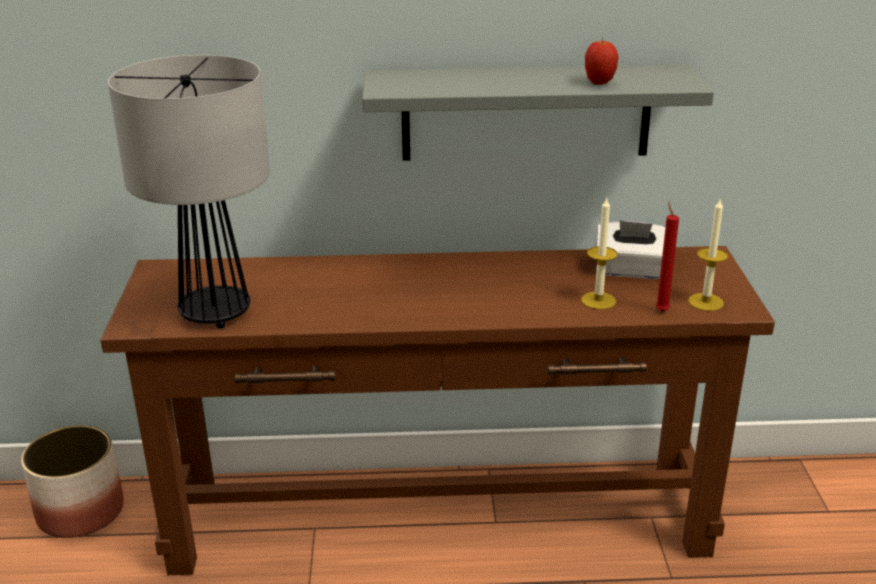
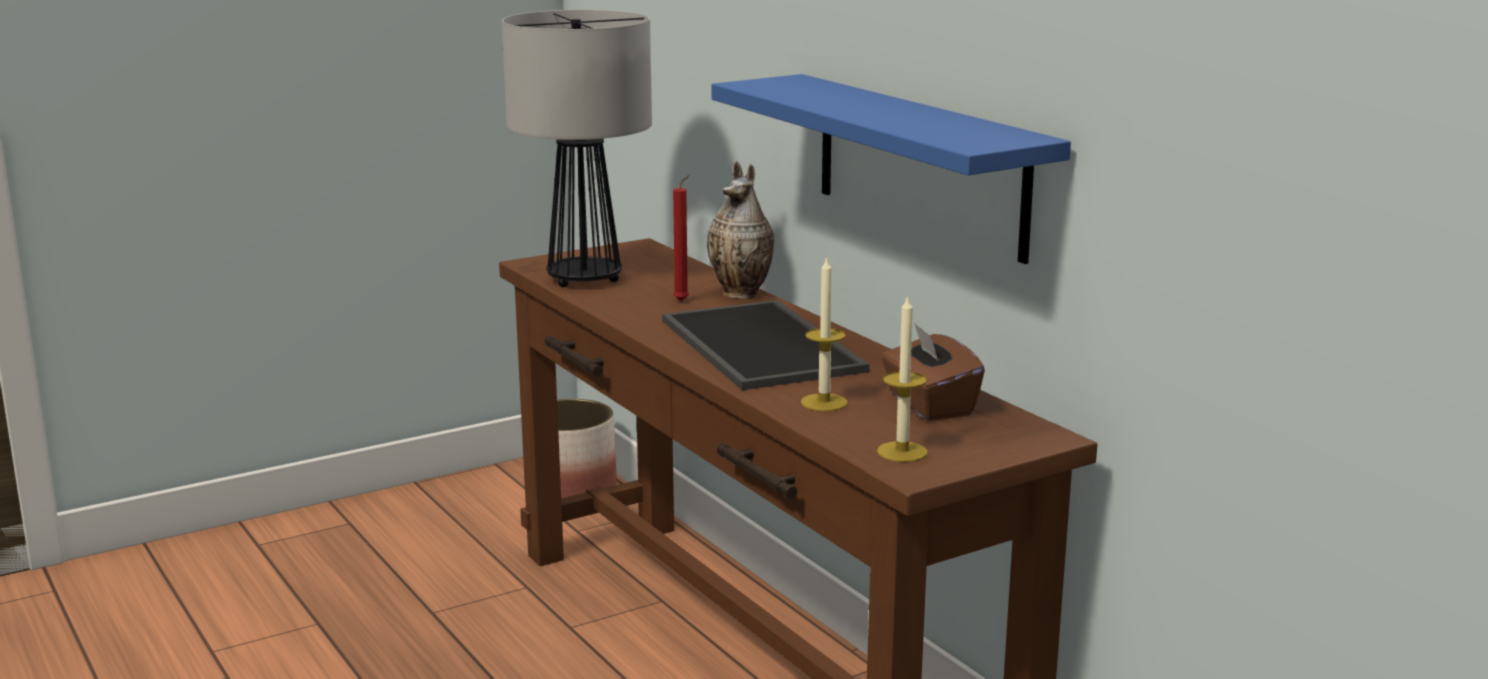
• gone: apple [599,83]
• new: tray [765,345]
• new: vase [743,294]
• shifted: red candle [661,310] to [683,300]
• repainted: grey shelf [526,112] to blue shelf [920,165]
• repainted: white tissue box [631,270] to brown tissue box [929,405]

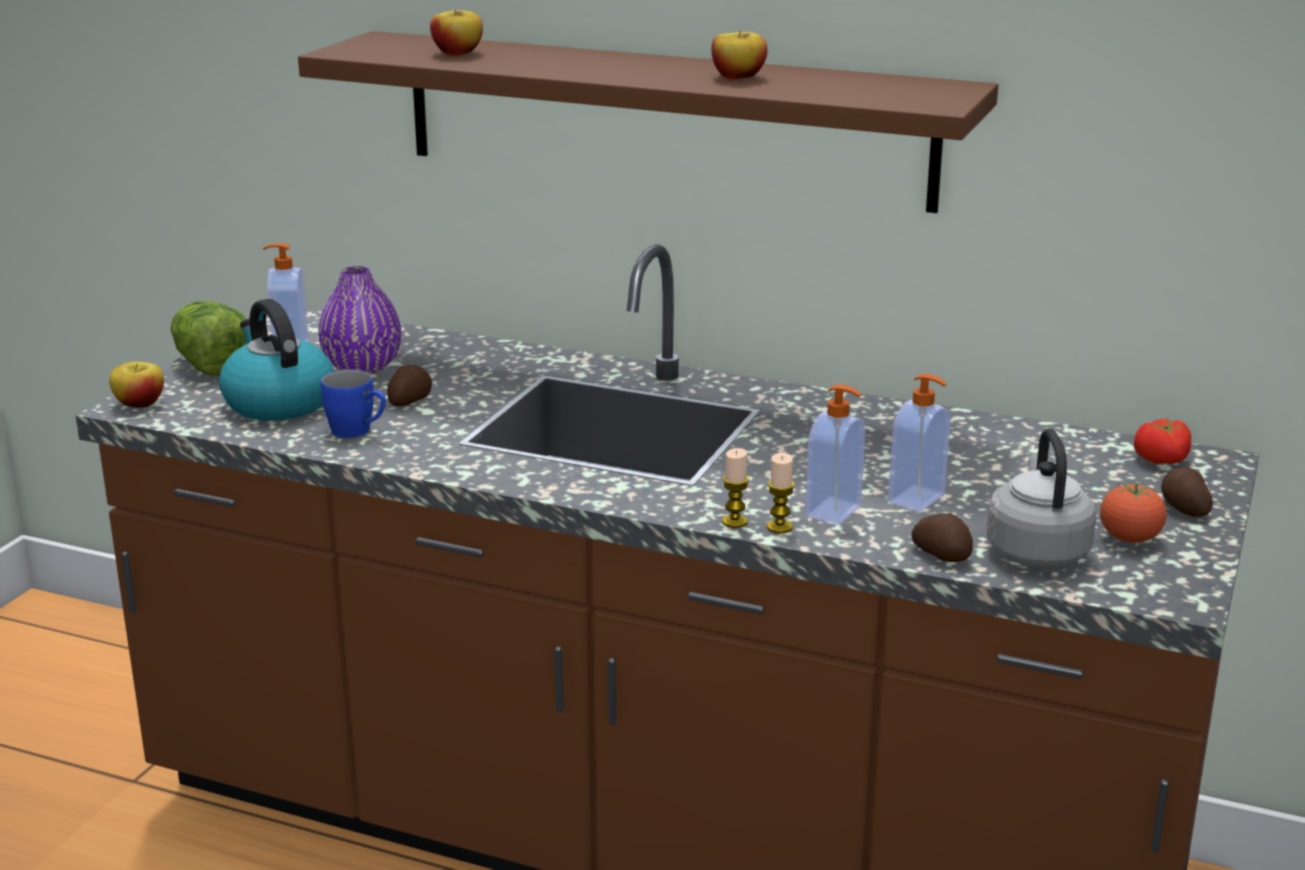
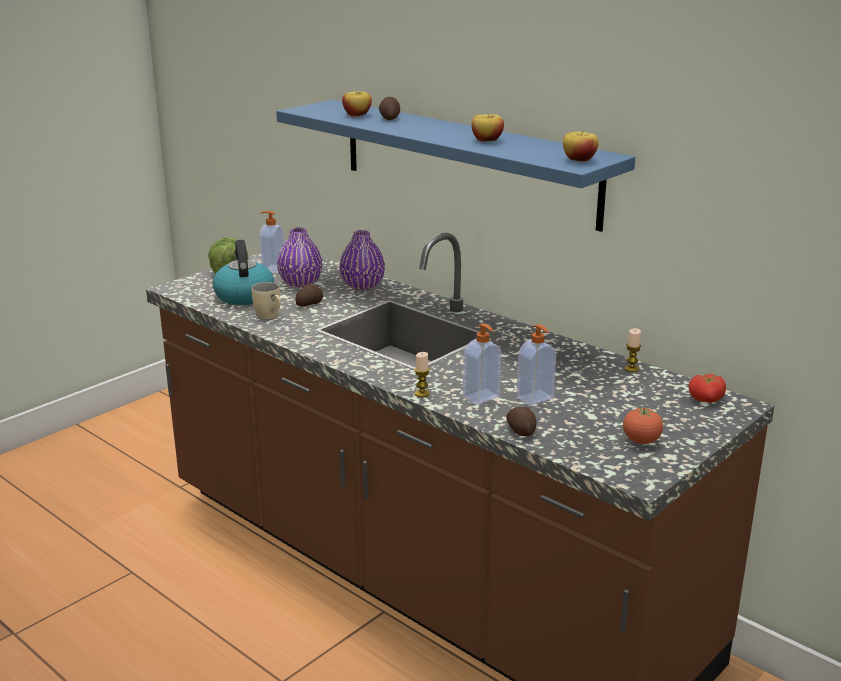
• gone: grey kettle [1036,550]
• new: purple vase [362,286]
• shifted: apple [140,404] to [579,160]
• shifted: candle [779,527] to [631,369]
• shifted: potato [1183,508] to [389,118]
• repainted: brown shelf [663,119] to blue shelf [466,161]
• repainted: blue mug [358,432] to beige mug [270,316]

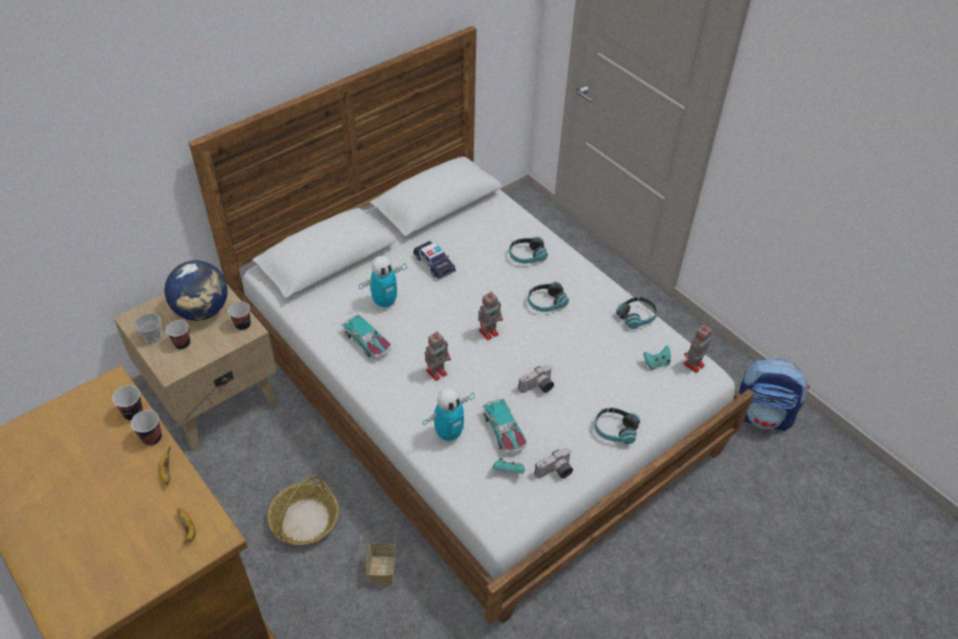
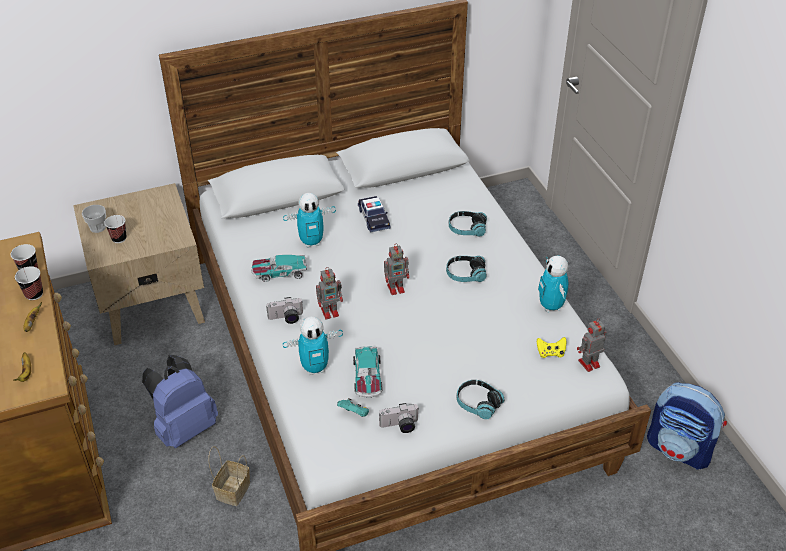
• gone: globe [202,311]
• gone: cup [242,325]
• shifted: photo camera [537,388] to [286,318]
• swapped: basket [305,519] to blue backpack [184,427]
• swapped: headphones [636,316] to toy robot [551,306]
• repainted: turquoise game controller [656,363] to yellow game controller [550,353]
• rotated: toy car [367,342] = [279,272] 105 degrees clockwise

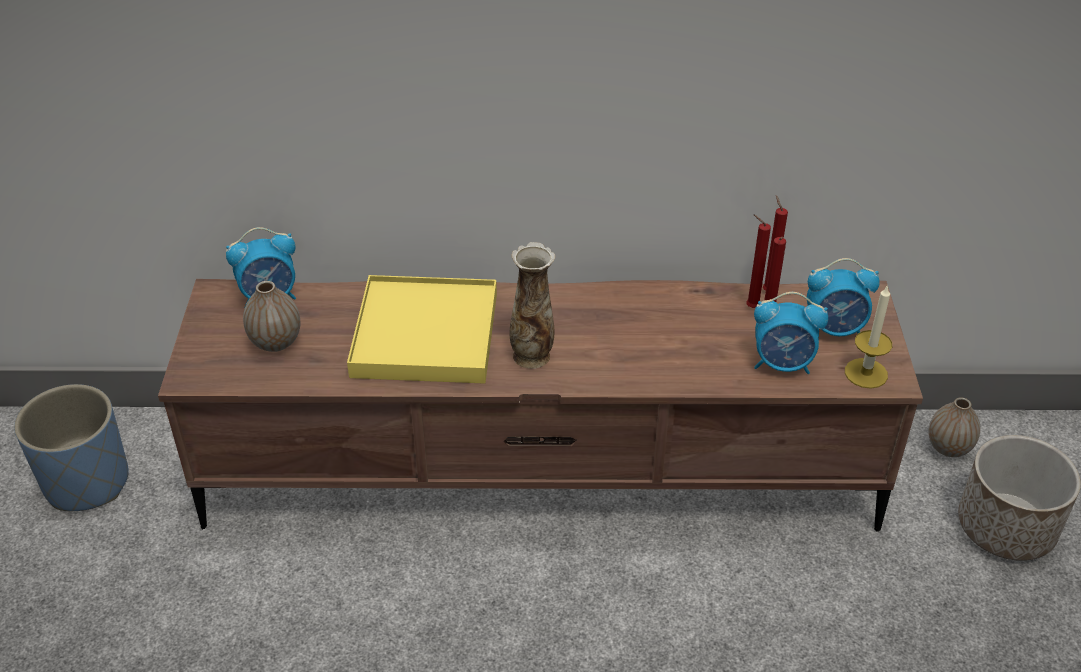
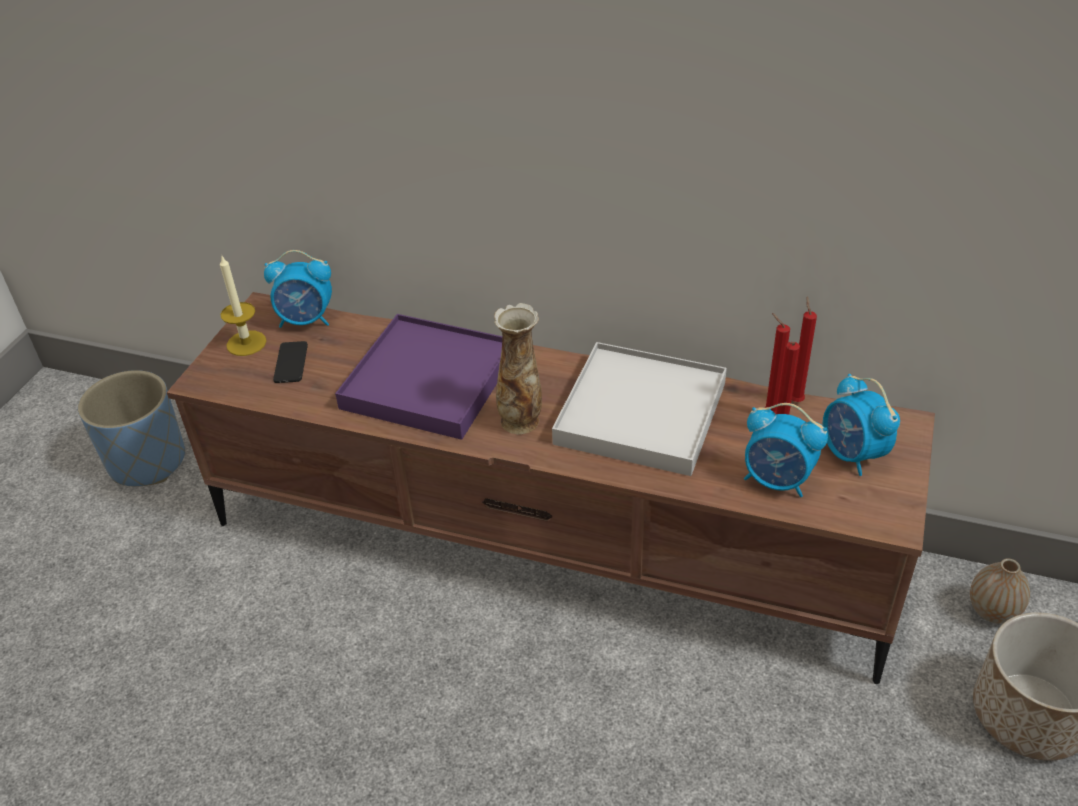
• new: white tray [640,413]
• shifted: candle [866,373] to [246,343]
• swapped: vase [276,342] to phone [291,363]
• repainted: yellow tray [425,334] to purple tray [428,381]
• rotated: alarm clock [835,329] = [852,455] 45 degrees clockwise

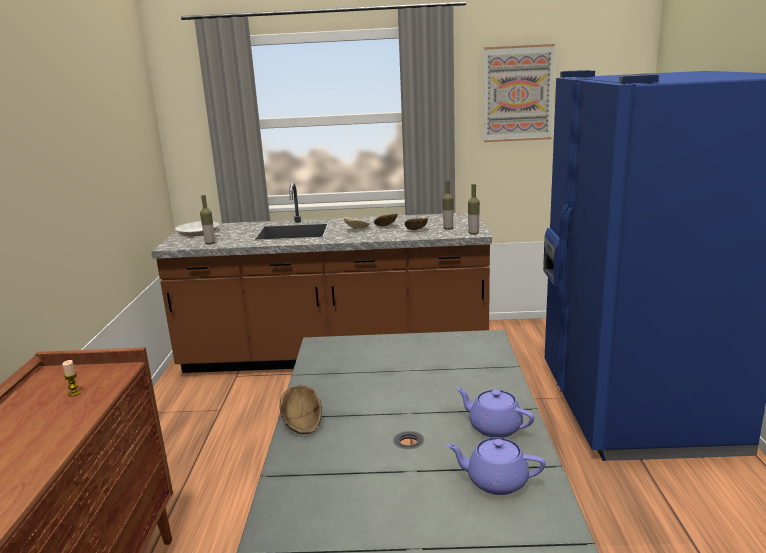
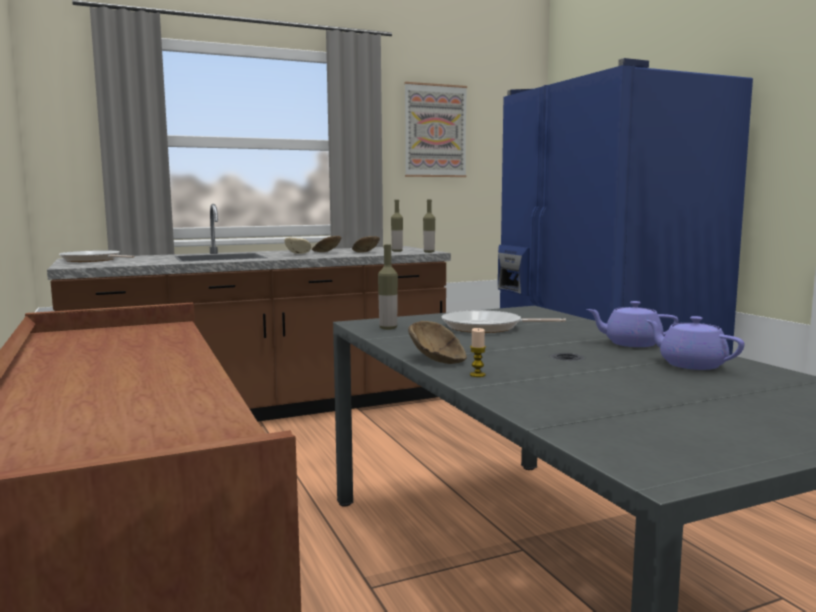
• new: frying pan [487,327]
• shifted: candle [74,393] to [477,375]
• shifted: bottle [210,243] to [388,328]
• rotated: purple teapot [495,481] = [691,364] 60 degrees clockwise

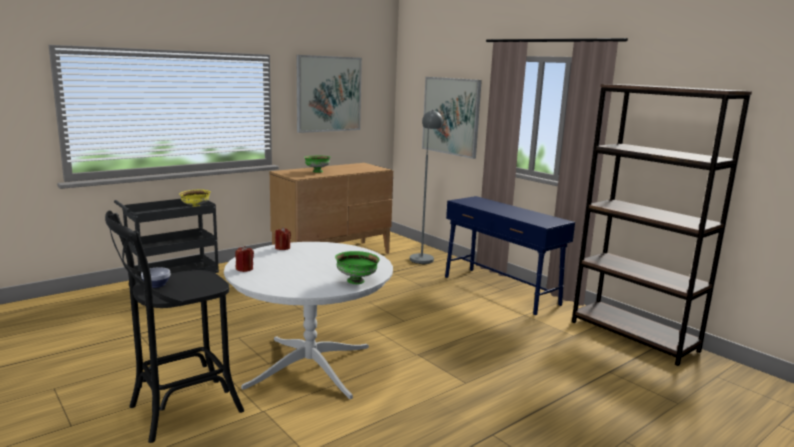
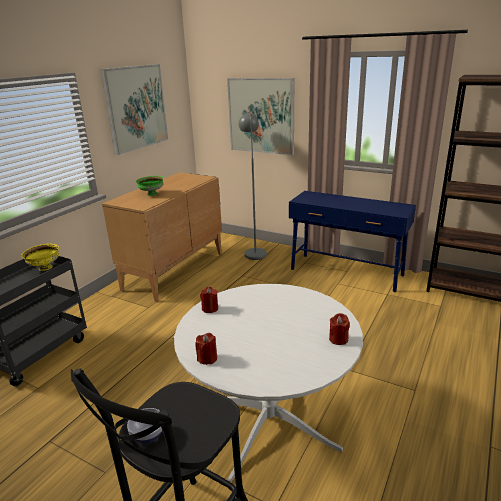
• swapped: green bowl [356,281] to red candle [338,339]

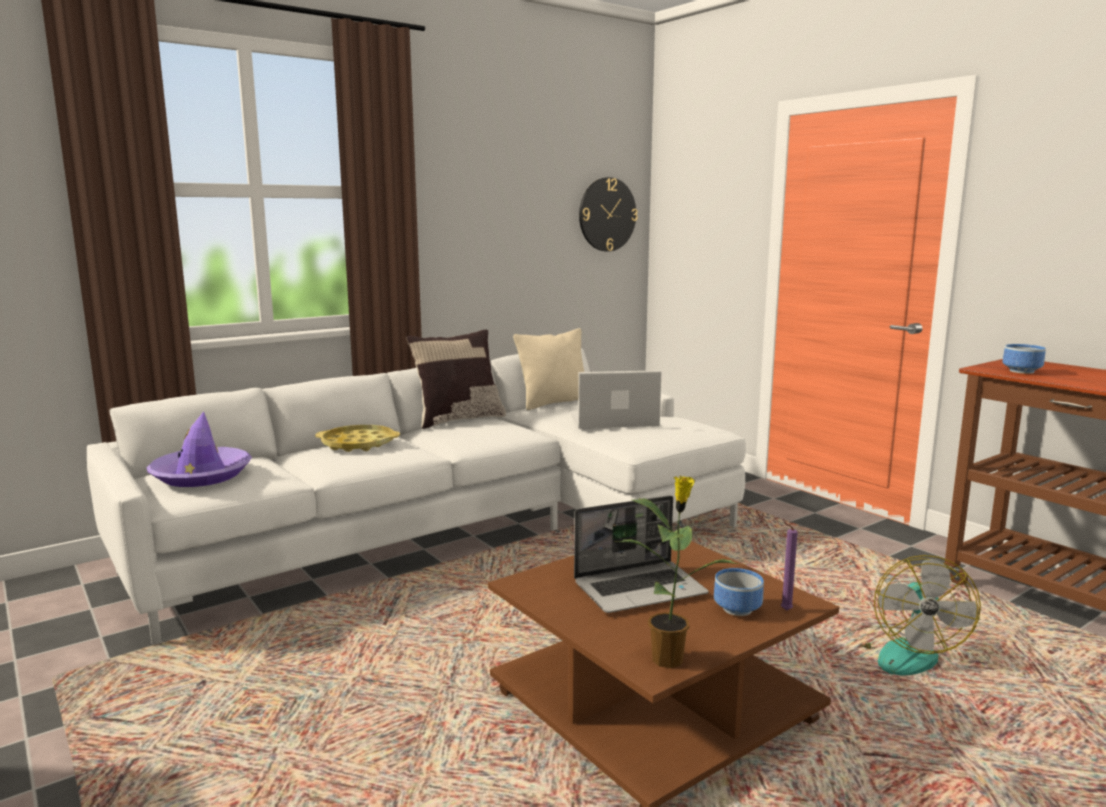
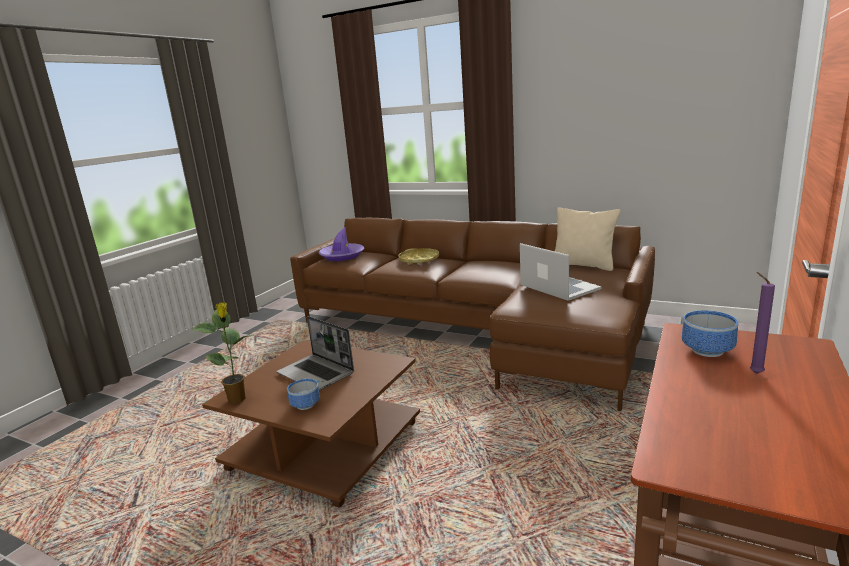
• gone: pillow [458,420]
• gone: wall clock [607,214]
• gone: fan [902,652]
• shifted: purple candle [784,610] to [754,373]
• repainted: white sofa [456,532] to brown sofa [475,330]

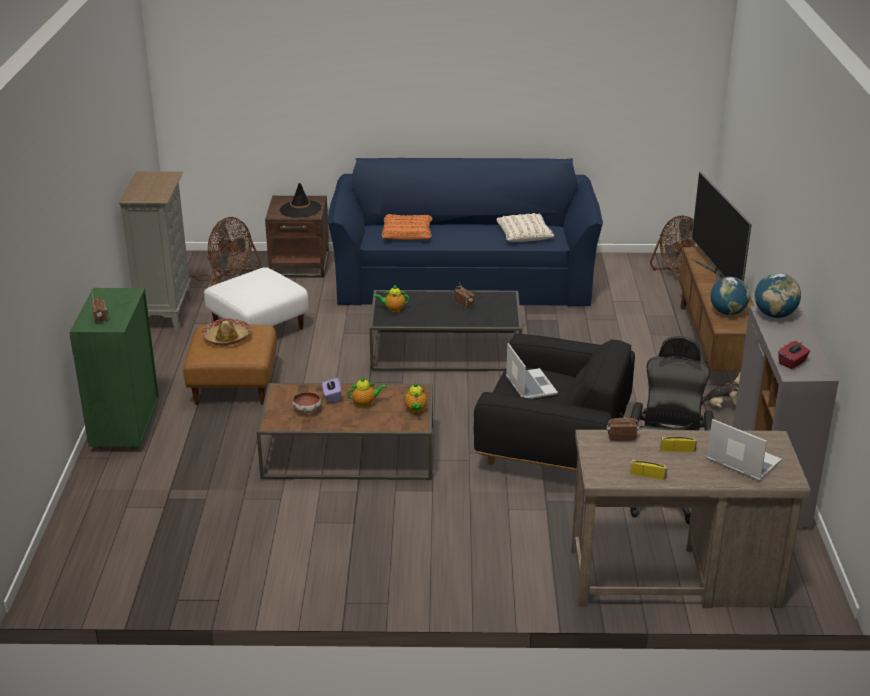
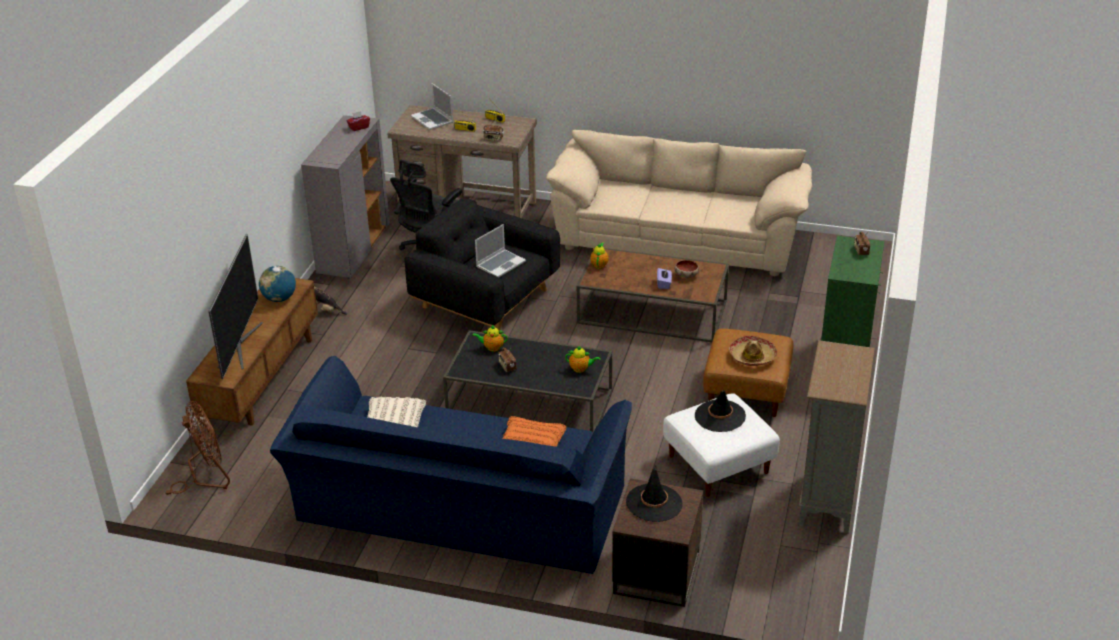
• gone: brown fan [226,279]
• gone: globe [774,315]
• new: beige sofa [678,243]
• new: black hat [720,416]
• shifted: teapot [365,403] to [492,348]
• rotated: laptop [530,385] = [500,264] 135 degrees counterclockwise

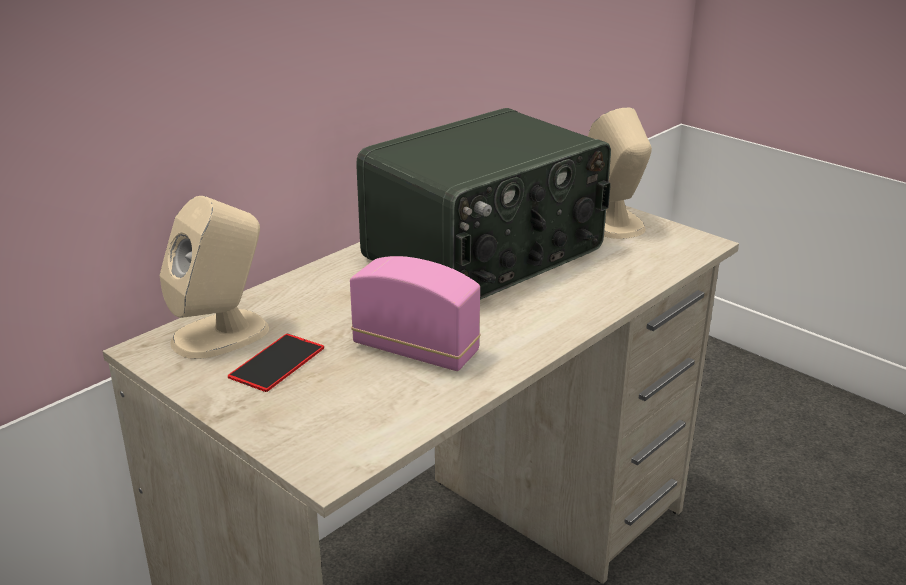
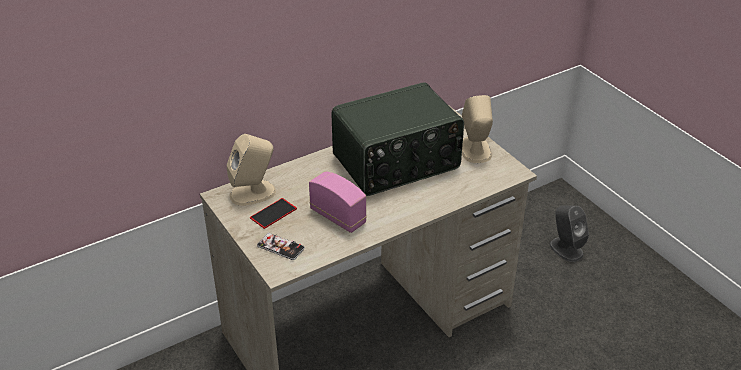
• new: phone [280,247]
• new: grey speaker [566,249]

